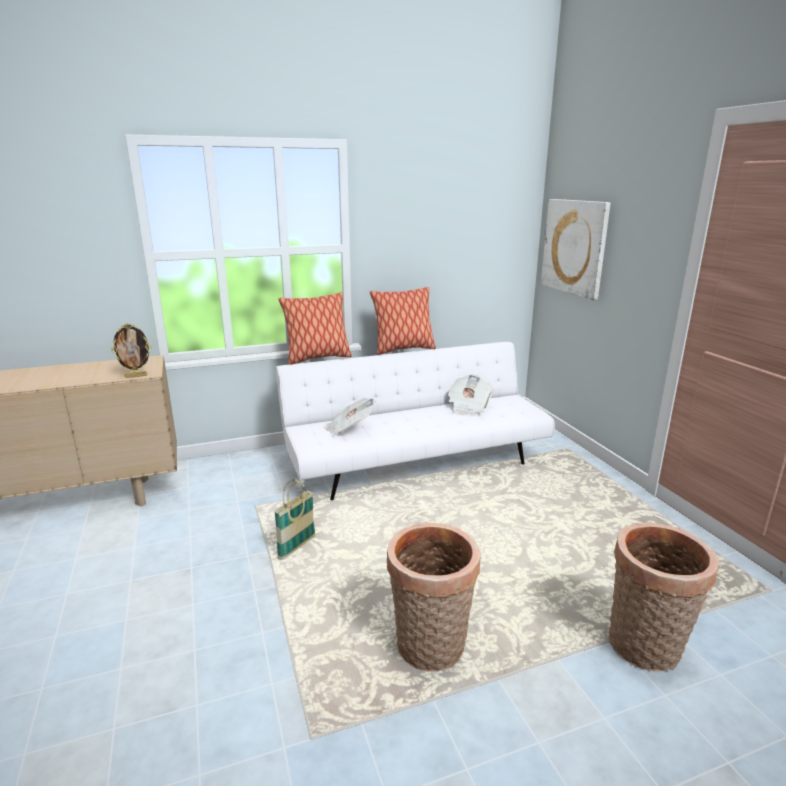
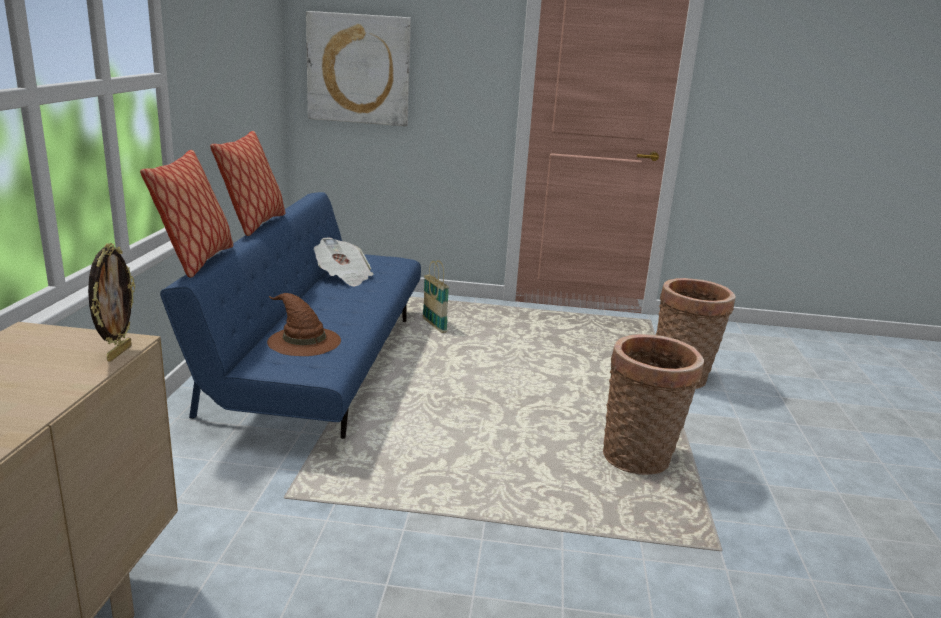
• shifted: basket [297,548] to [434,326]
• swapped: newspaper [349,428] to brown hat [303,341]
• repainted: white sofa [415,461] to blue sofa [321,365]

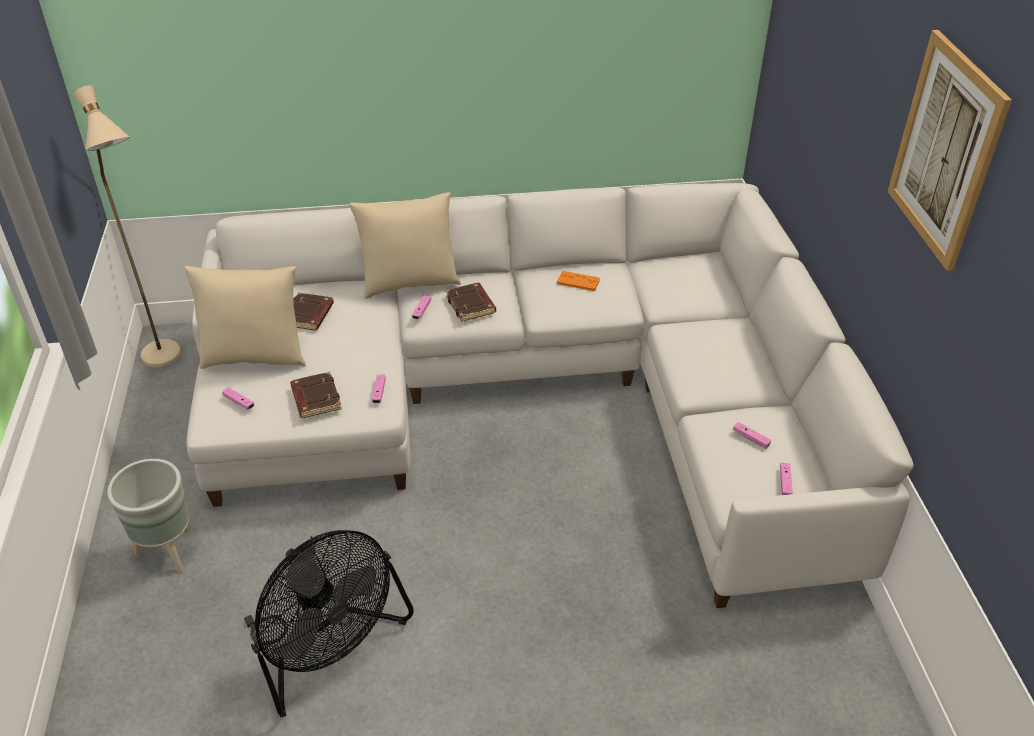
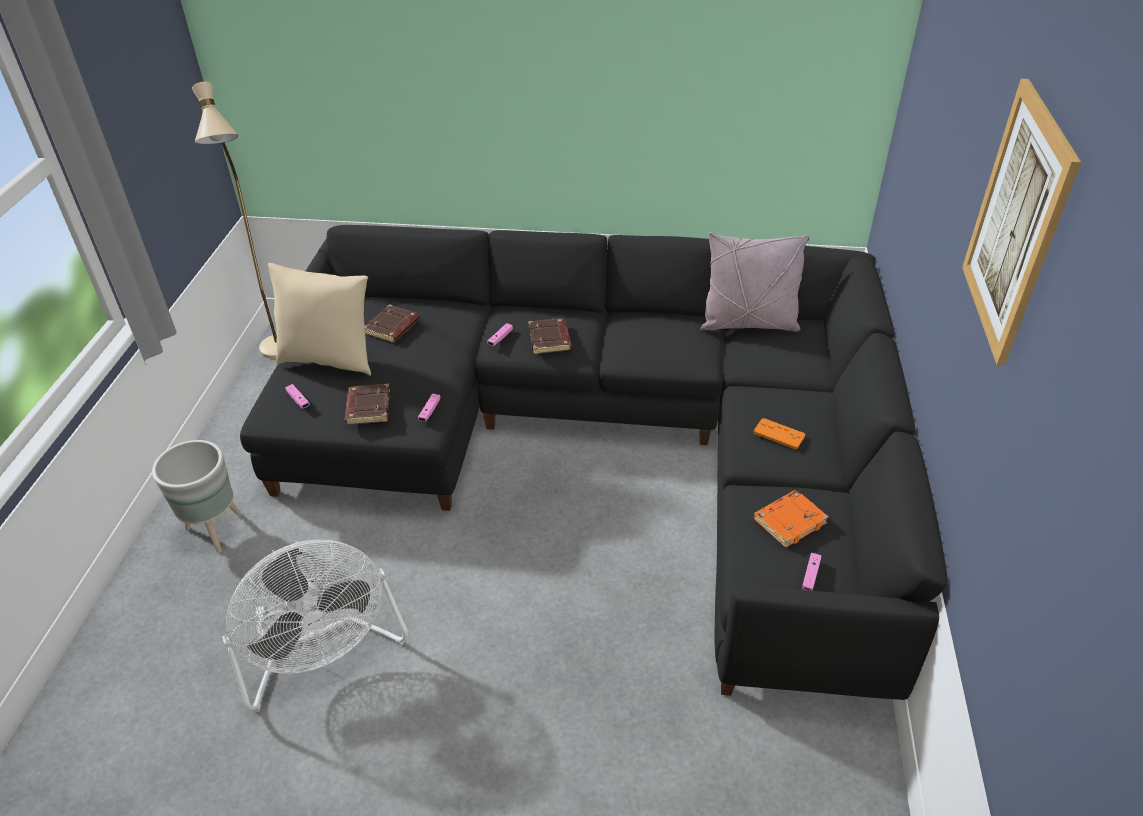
• gone: beige pillow [409,283]
• new: purple pillow [748,324]
• shifted: orange game controller [578,282] to [779,434]
• swapped: pink game controller [751,438] to orange book [789,521]
• repainted: white sofa [541,398] to black sofa [612,444]
• repainted: black fan [322,650] to white fan [315,654]

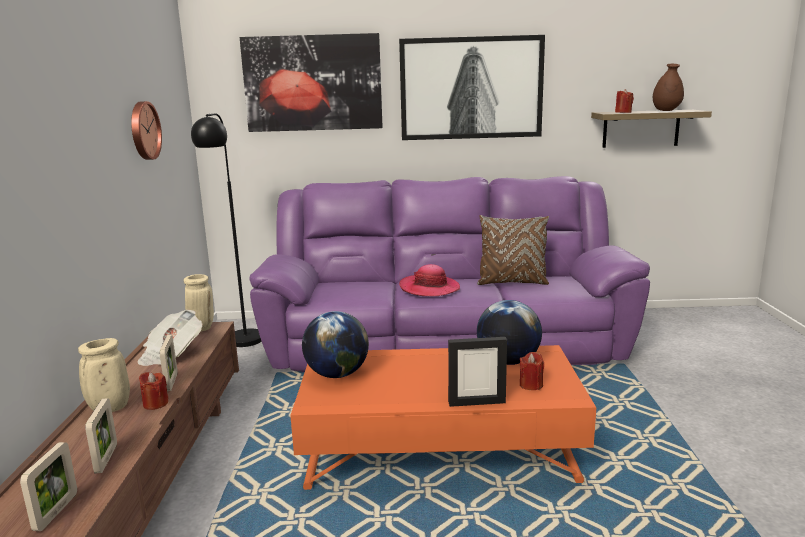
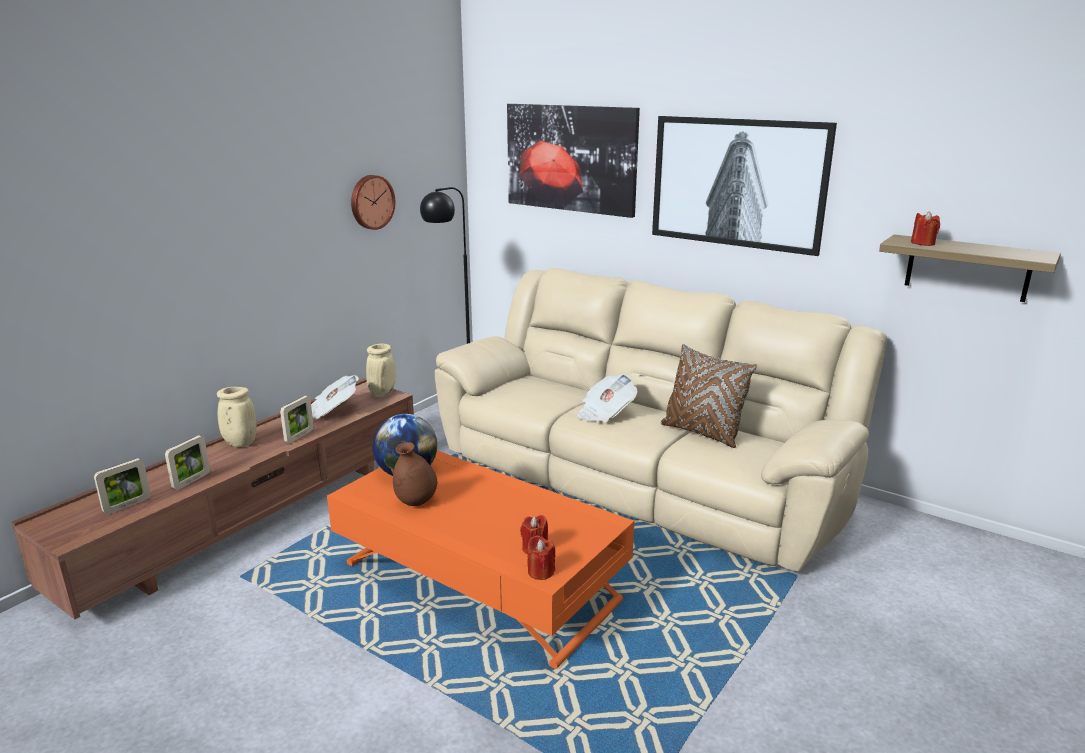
• gone: picture frame [476,402]
• gone: globe [508,361]
• shifted: red candle [155,404] to [540,572]
• shifted: brown vase [666,110] to [416,502]
• swapped: hat [429,288] to newspaper [605,413]
• repainted: purple sofa [445,341] to beige sofa [639,476]

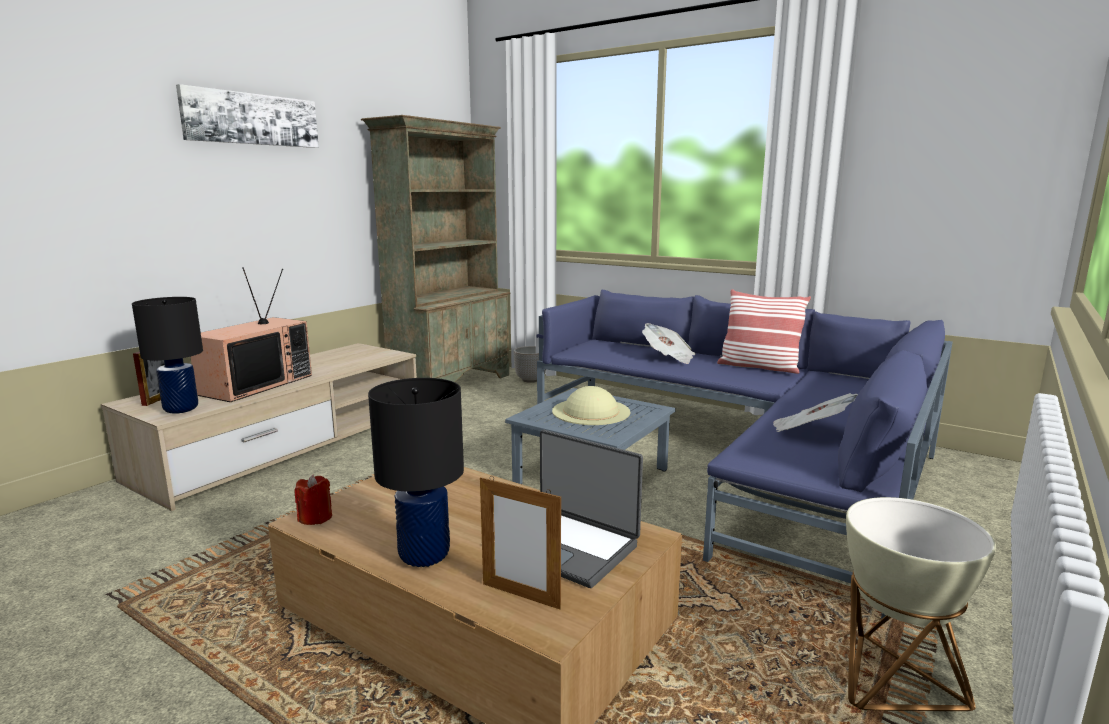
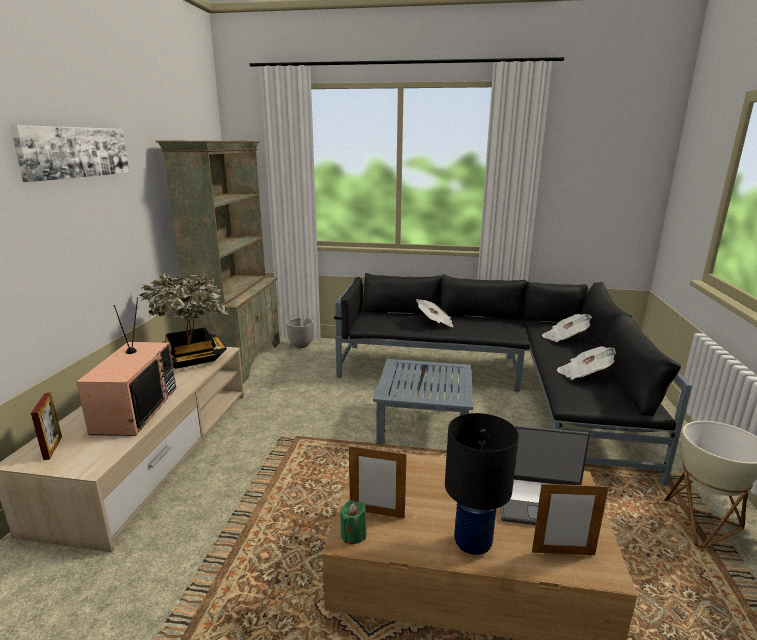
• gone: black table lamp [180,411]
• gone: beige hat [591,411]
• gone: pillow [759,367]
• new: potted plant [192,358]
• new: picture frame [377,513]
• new: newspaper [564,338]
• repainted: red candle [315,518] to green candle [353,534]
• repainted: blue sofa [721,461] to black sofa [490,392]

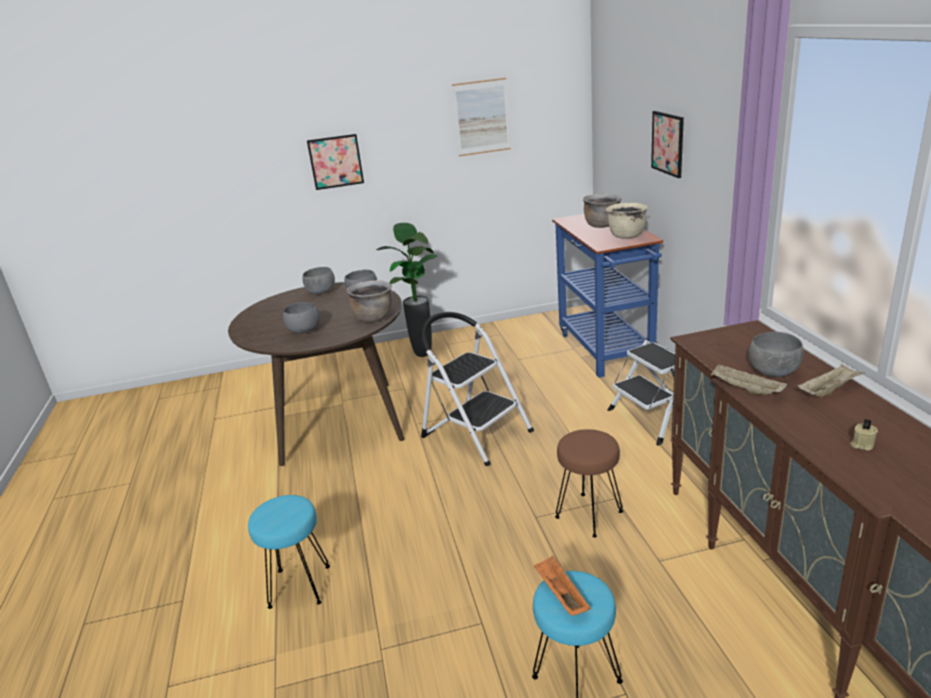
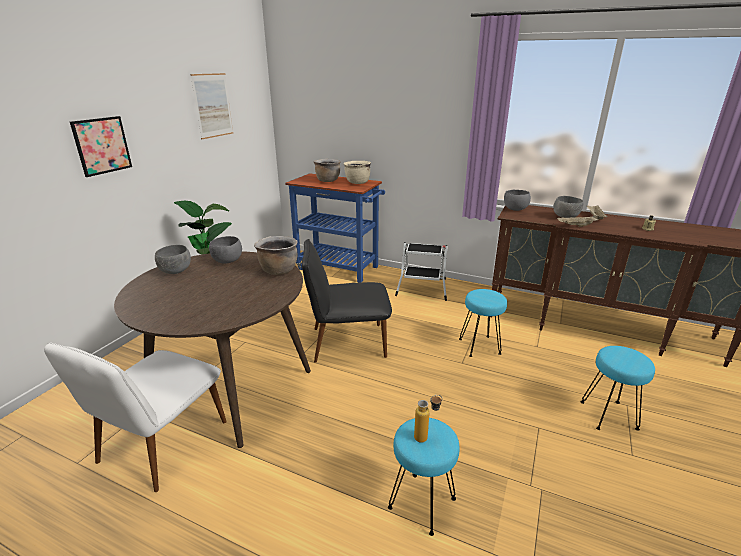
• gone: orange tray [560,595]
• gone: picture [667,143]
• new: white chair [164,441]
• new: bottle [426,437]
• shifted: grey bowl [303,331] to [515,209]
• swapped: step ladder [474,433] to black chair [348,342]
• repainted: brown stool [589,515] to turquoise stool [480,346]

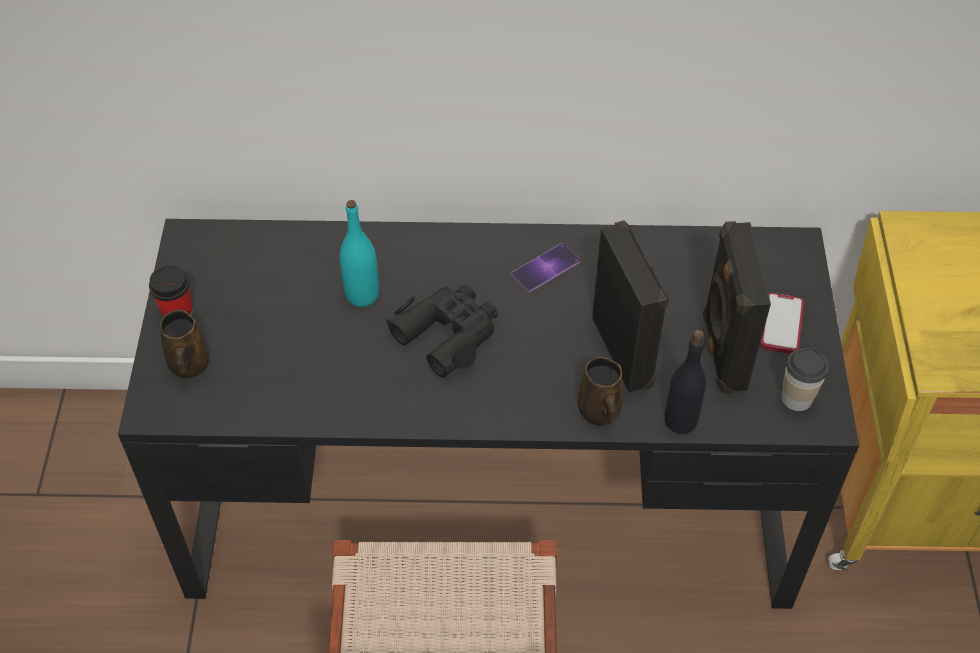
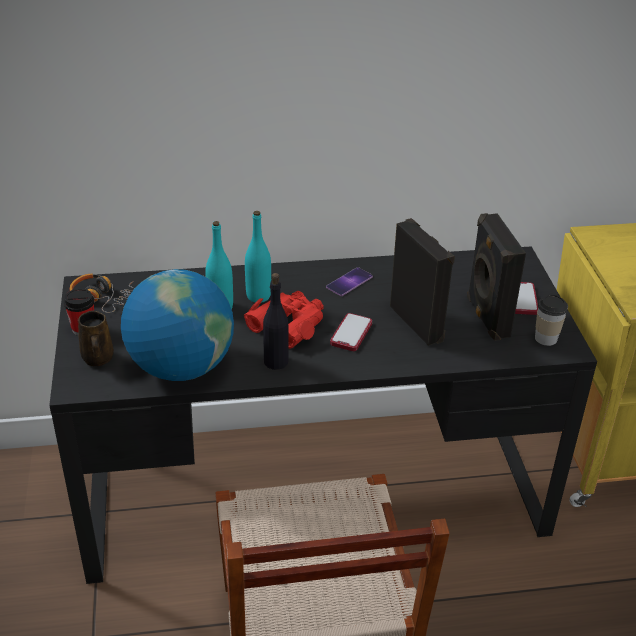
• gone: brown mug [599,412]
• new: headphones [102,297]
• new: globe [181,367]
• new: turquoise bottle [258,296]
• new: phone [351,333]
• shifted: black bottle [680,419] to [276,361]
• repainted: black binoculars [448,333] to red binoculars [288,324]

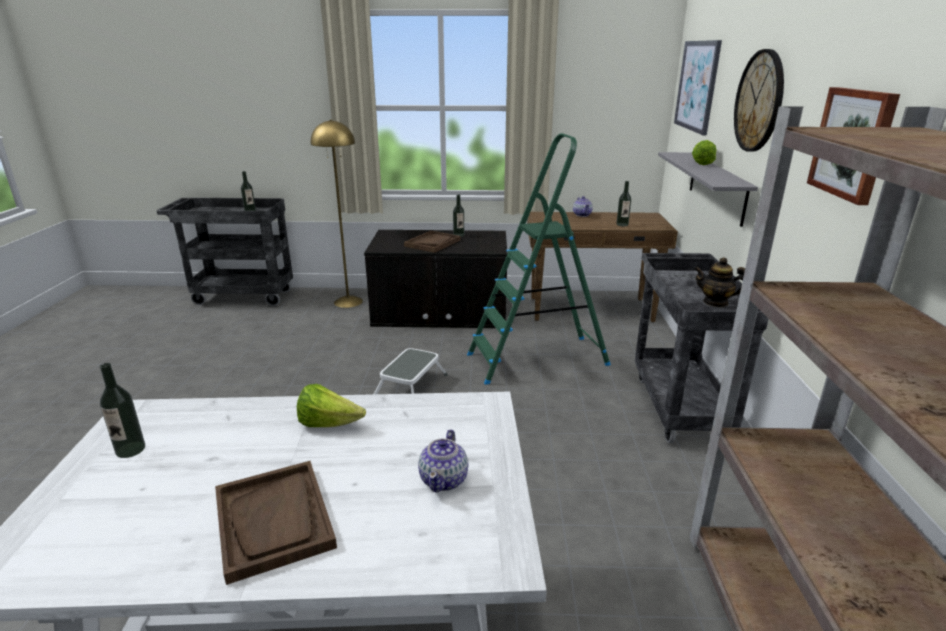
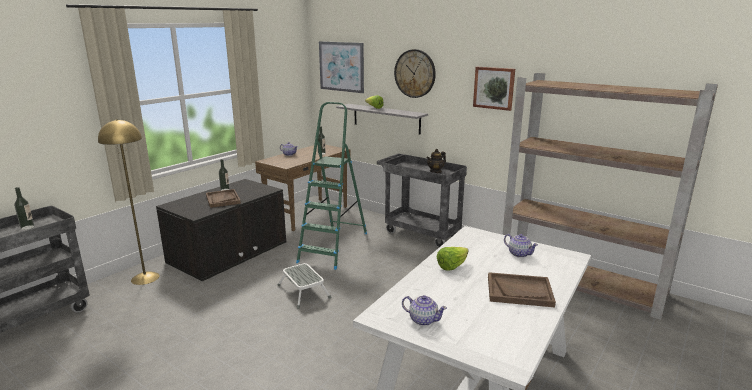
• swapped: bottle [130,449] to teapot [423,320]

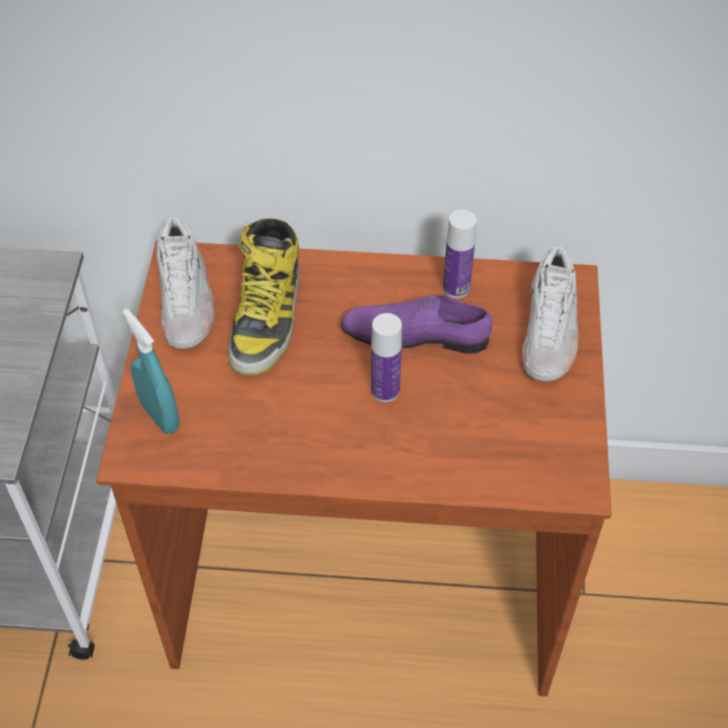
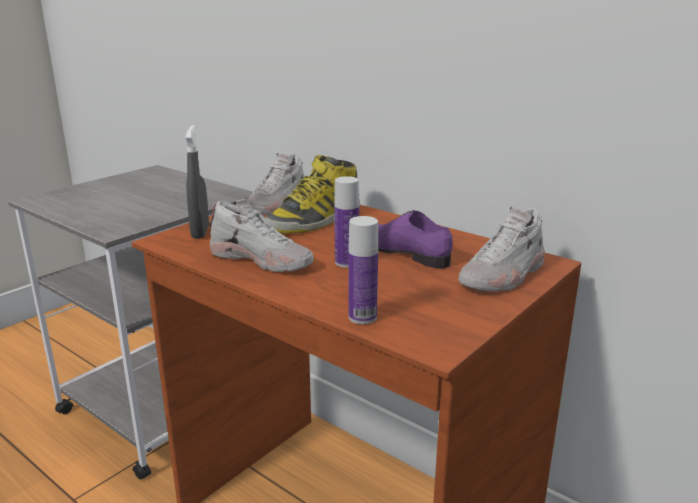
• new: white shoe [262,259]
• shifted: bottle [456,288] to [362,317]
• repainted: turquoise spray bottle [160,416] to grey spray bottle [200,232]

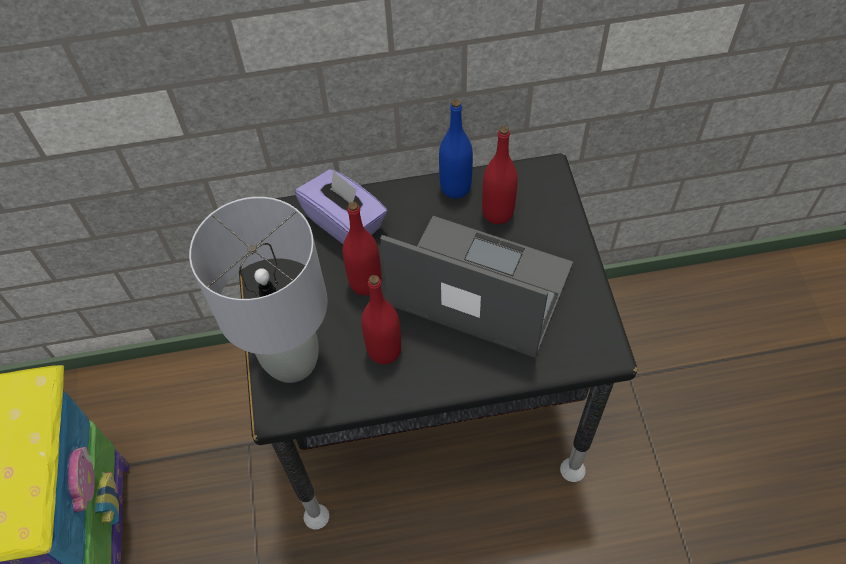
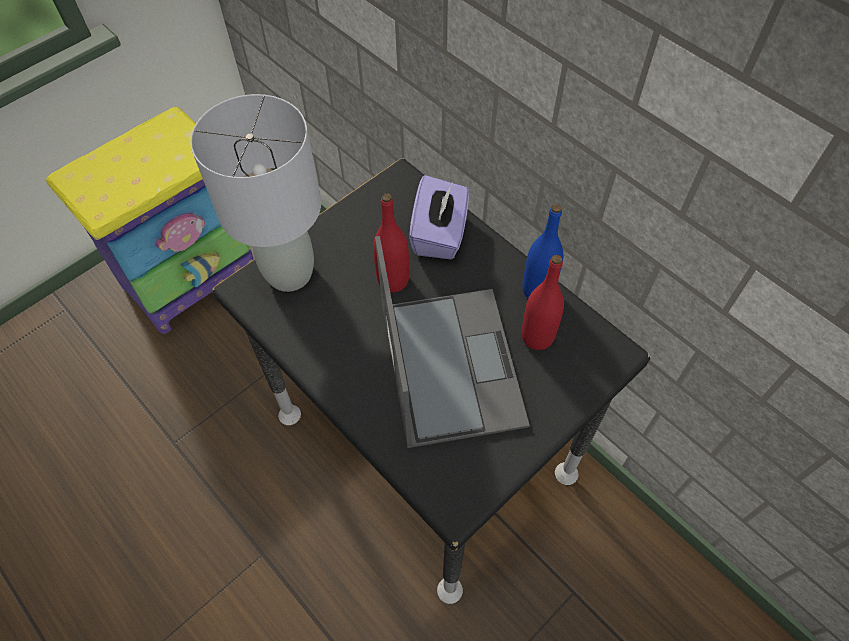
• gone: red bottle [384,350]

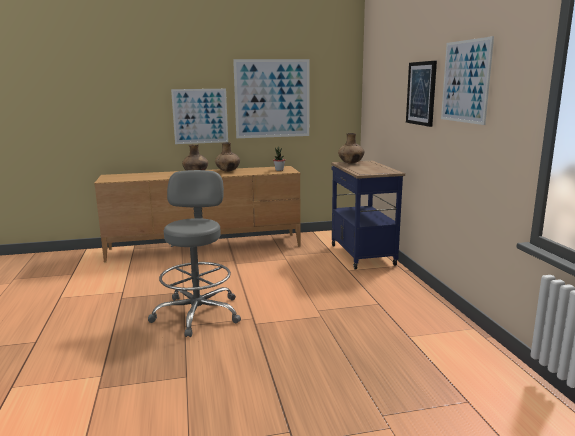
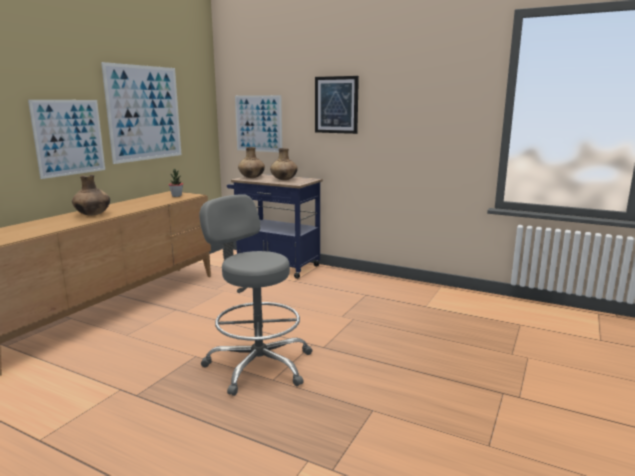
• shifted: brown vase [228,171] to [284,180]
• shifted: picture [465,81] to [258,123]

